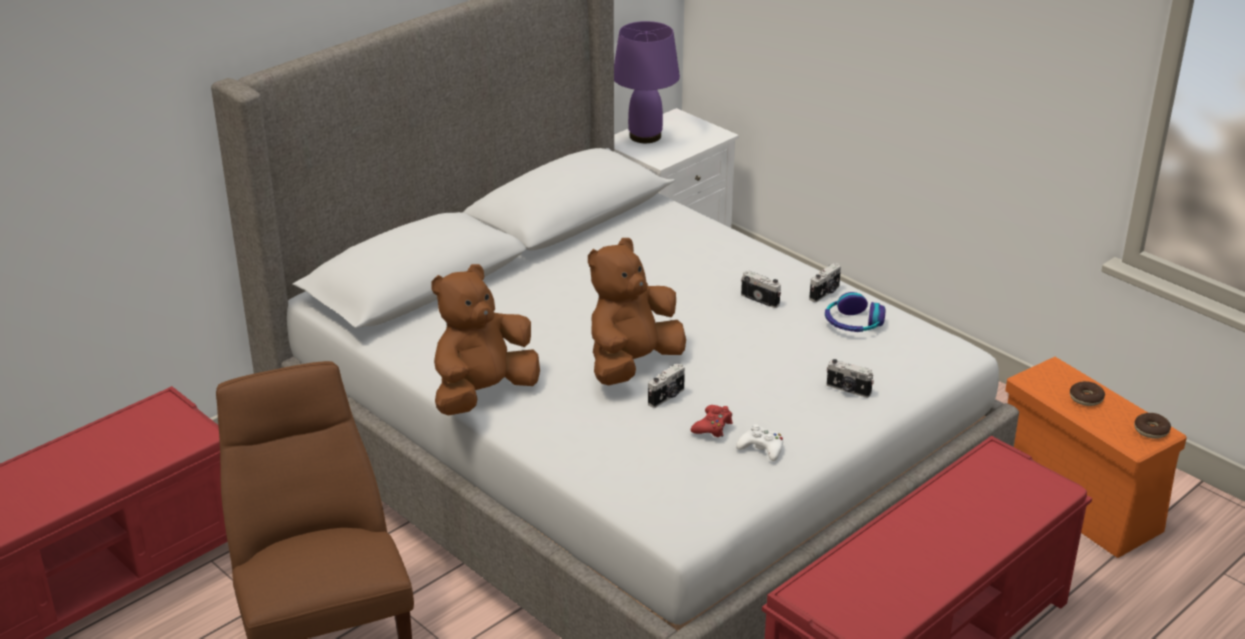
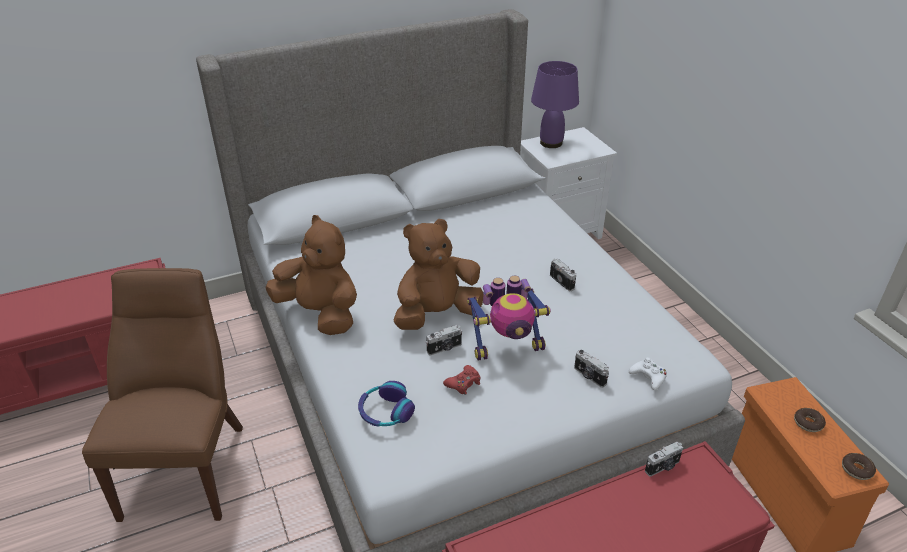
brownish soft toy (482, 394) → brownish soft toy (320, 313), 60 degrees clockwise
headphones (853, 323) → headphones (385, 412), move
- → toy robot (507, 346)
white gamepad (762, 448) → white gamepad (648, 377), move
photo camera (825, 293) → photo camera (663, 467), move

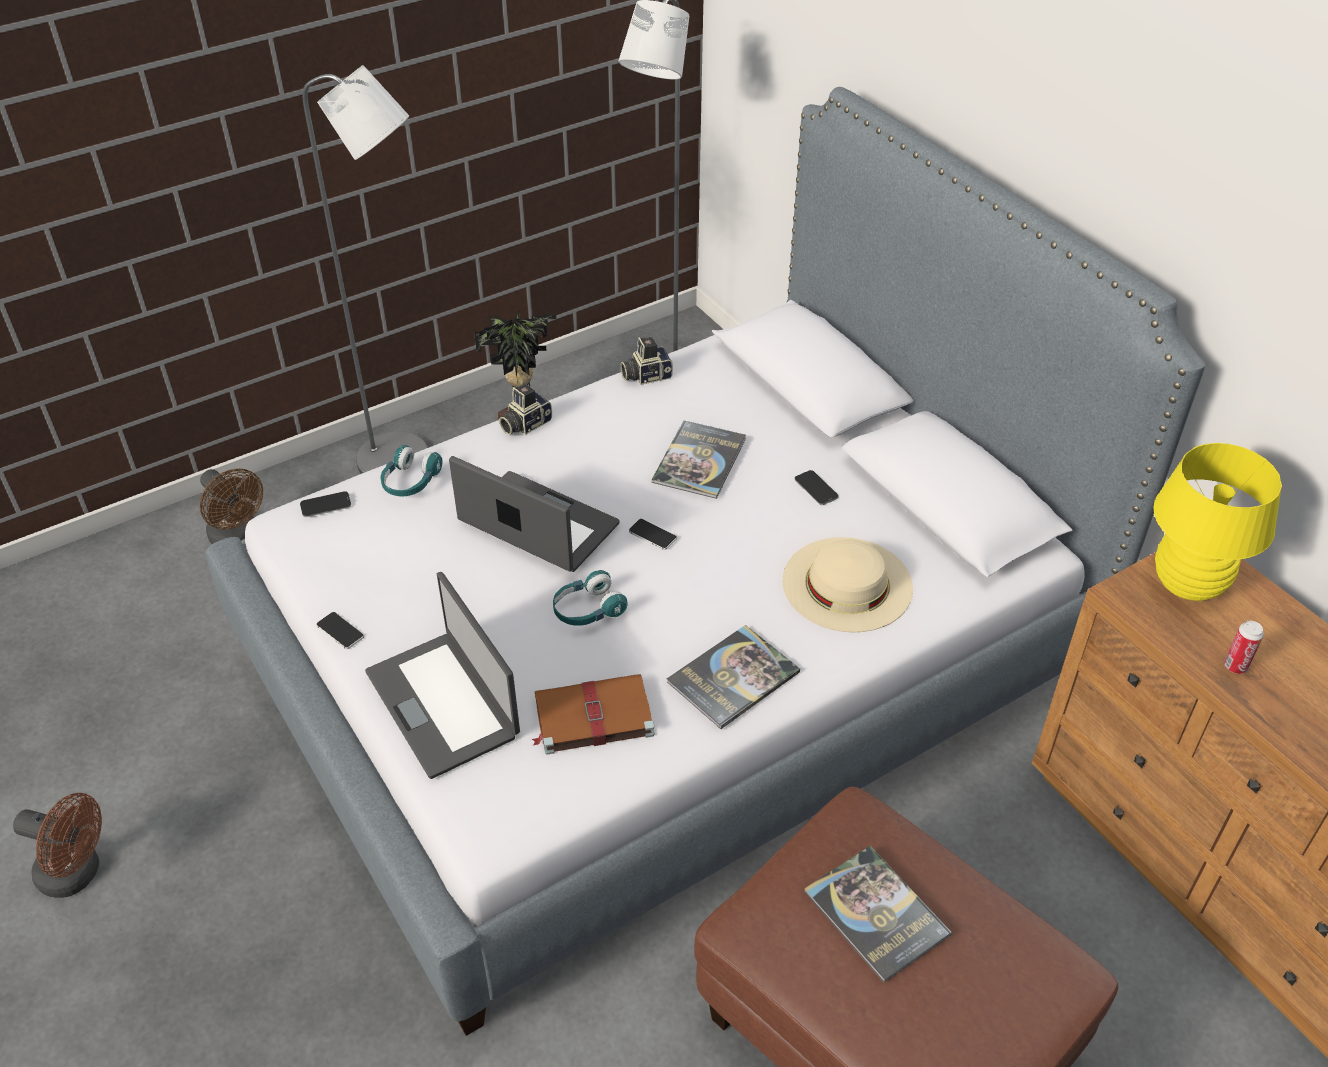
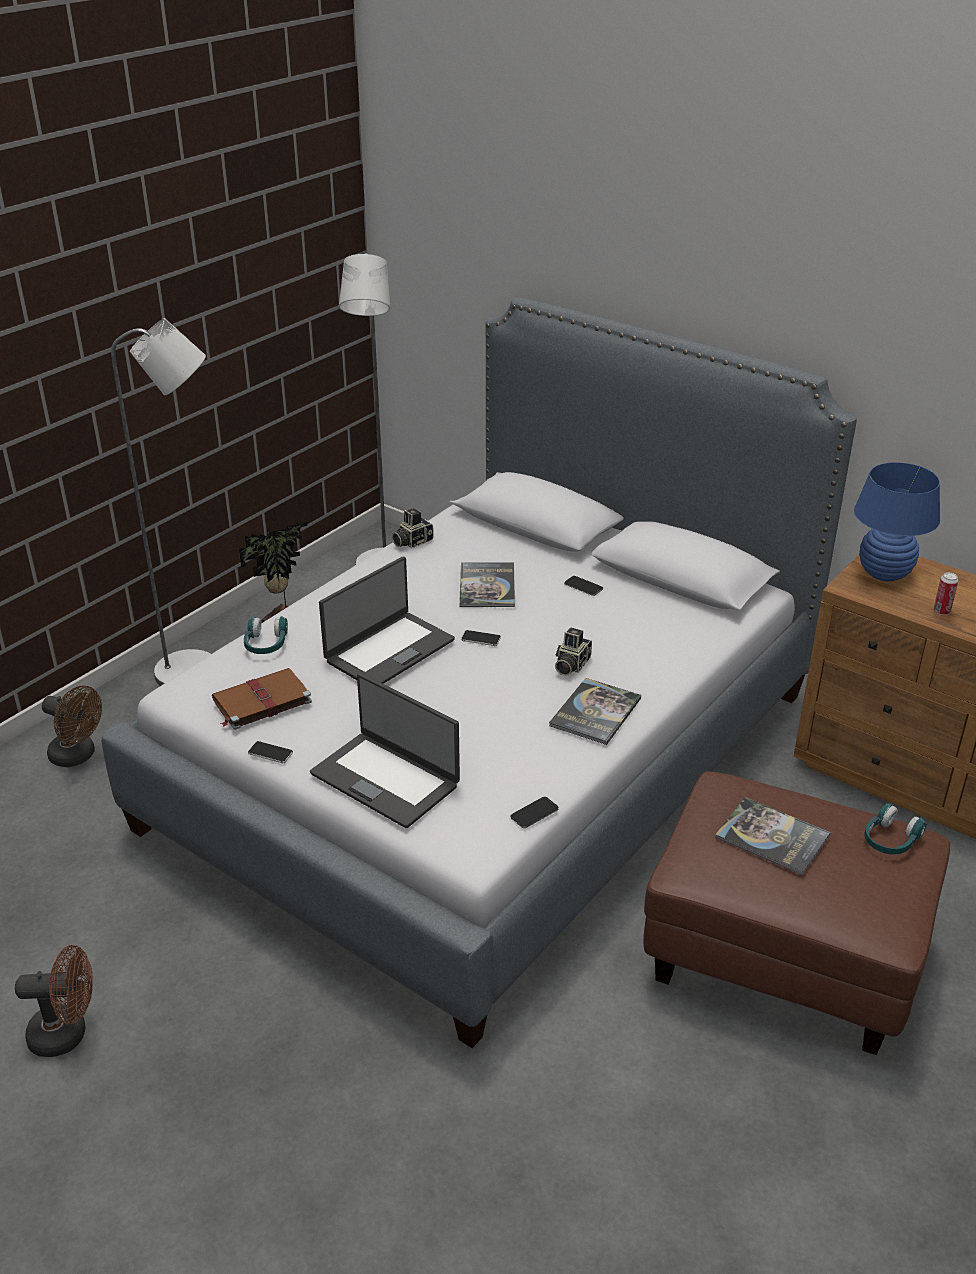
brownish volume (591, 716) → brownish volume (260, 701), move
portable computer (537, 525) → portable computer (388, 650), 120 degrees clockwise
handset (326, 505) → handset (534, 813), move
photo camera (524, 424) → photo camera (570, 665), move
yellow table lamp (1188, 584) → blue table lamp (884, 574)
turquoise headphones (587, 610) → turquoise headphones (890, 840), move
beige clothing hat (847, 584) → -

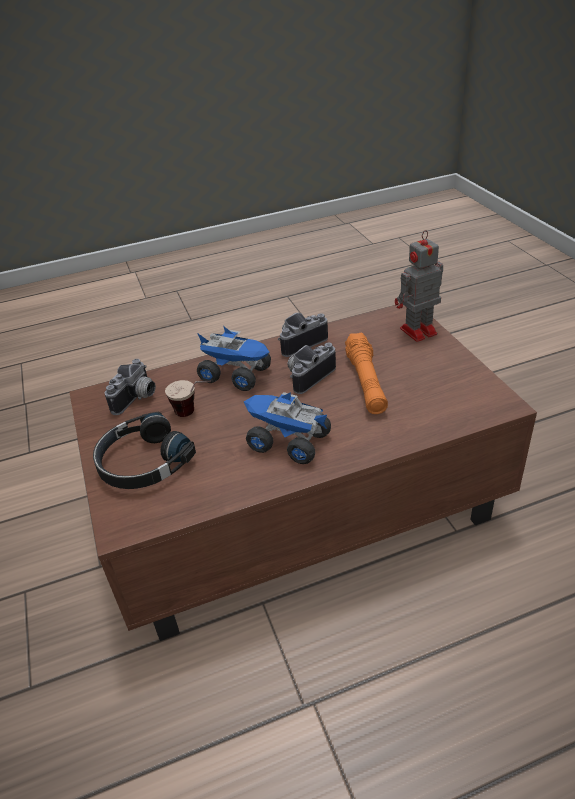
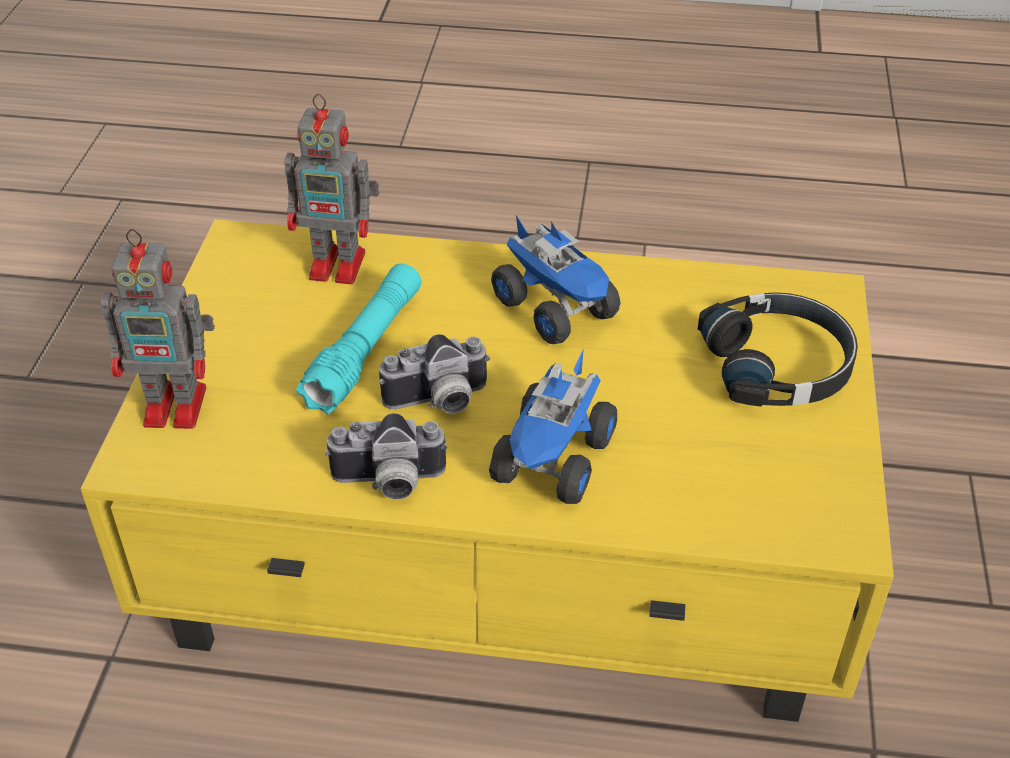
brownish lounge table (294, 505) → yellow lounge table (511, 546)
- → toy robot (341, 265)
orange-coloured torch (366, 382) → turquoise torch (365, 350)
model truck (237, 375) → model truck (554, 461), 120 degrees counterclockwise
photo camera (137, 399) → -
small cup (194, 414) → -

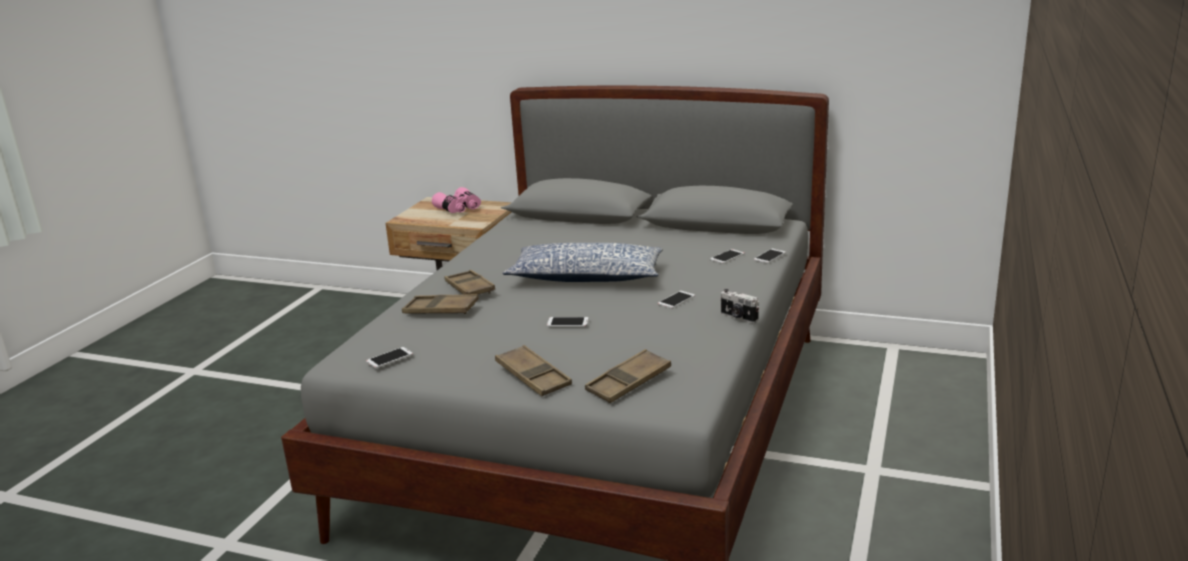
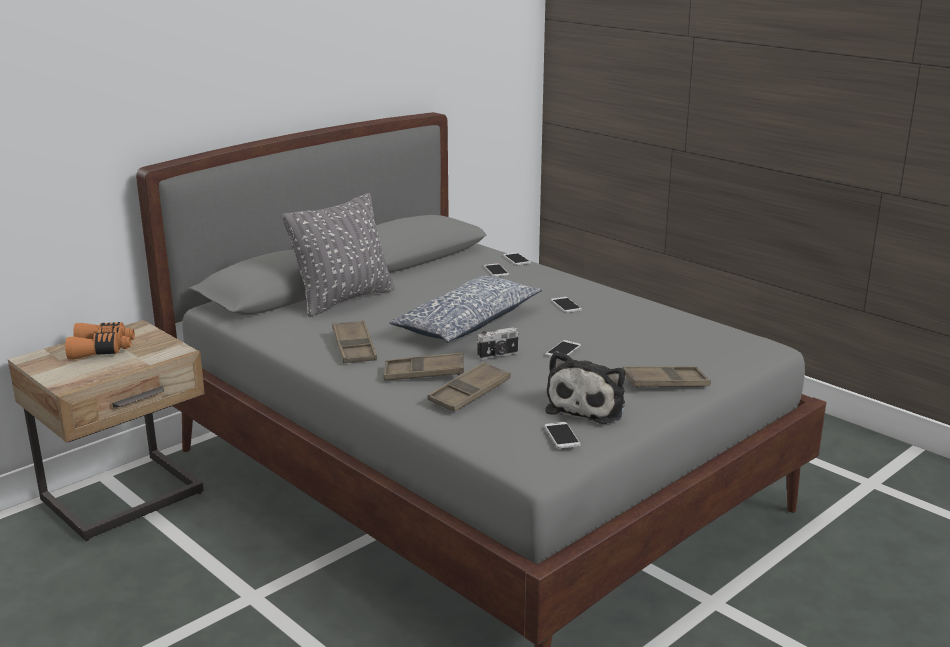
pink-coloured field glasses (459, 209) → orange-coloured field glasses (102, 349)
- → grey cushion (344, 299)
brownish serving tray (628, 382) → brownish serving tray (354, 347), move
photo camera (738, 317) → photo camera (498, 355), move
- → soft toy (588, 406)

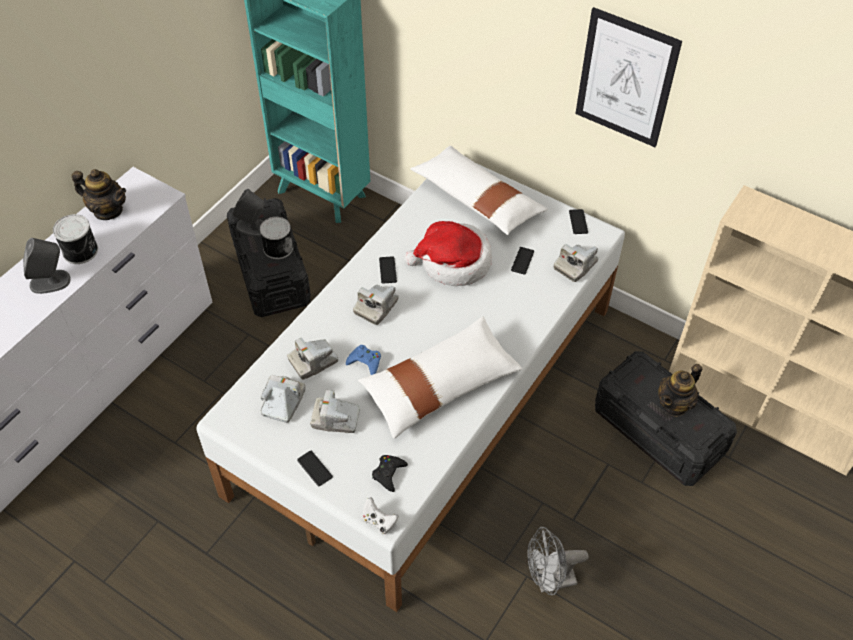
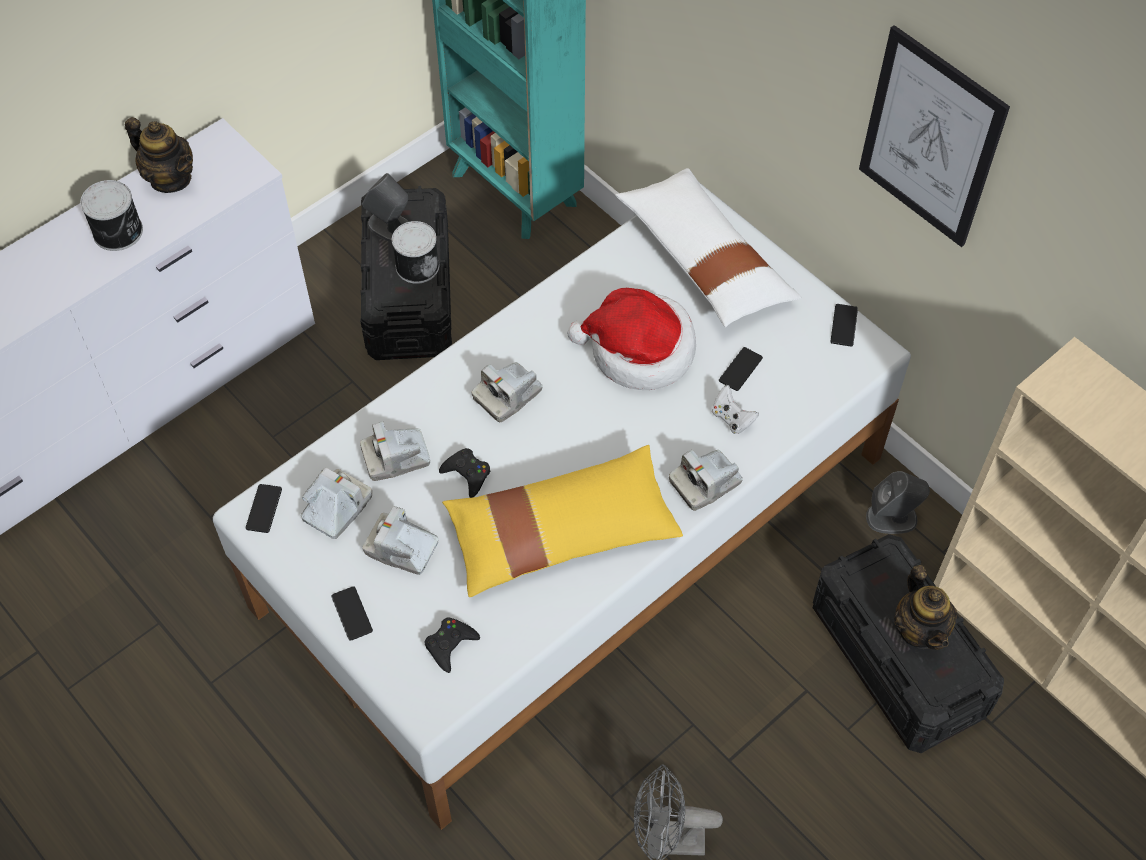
handset (388, 270) → handset (264, 509), move
blue gamepad (365, 362) → blackish gamepad (467, 474)
white cushion (440, 385) → yellow cushion (561, 532)
photo camera (575, 265) → photo camera (705, 483), move
white gamepad (379, 521) → white gamepad (732, 418), move
grey audio speaker (50, 281) → grey audio speaker (892, 518), move
pot for tea (674, 404) → pot for tea (919, 630), 75 degrees counterclockwise

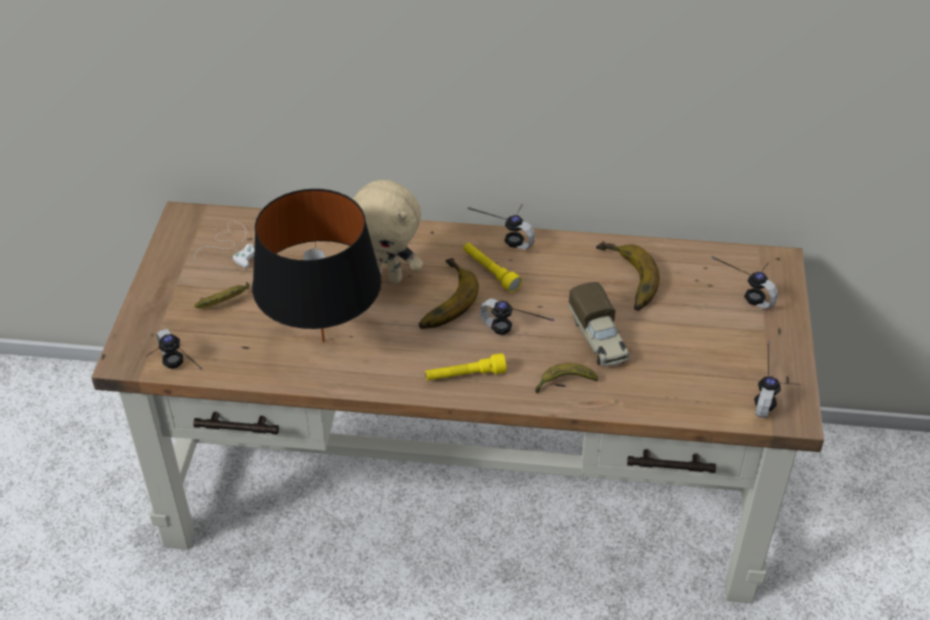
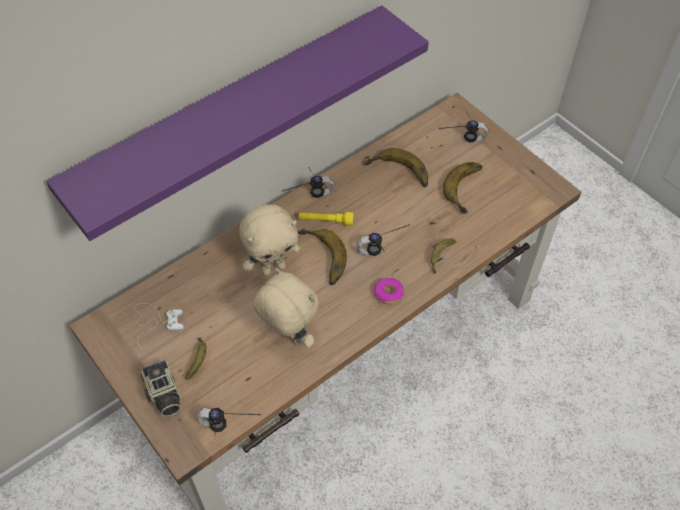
- → purple shelf (232, 112)
- → photo camera (163, 395)
blackish table lamp (323, 341) → beige soft toy (288, 337)
yellow torch (465, 376) → donut (388, 293)
- → banana (468, 189)
model truck (598, 339) → -
headphones (774, 398) → -

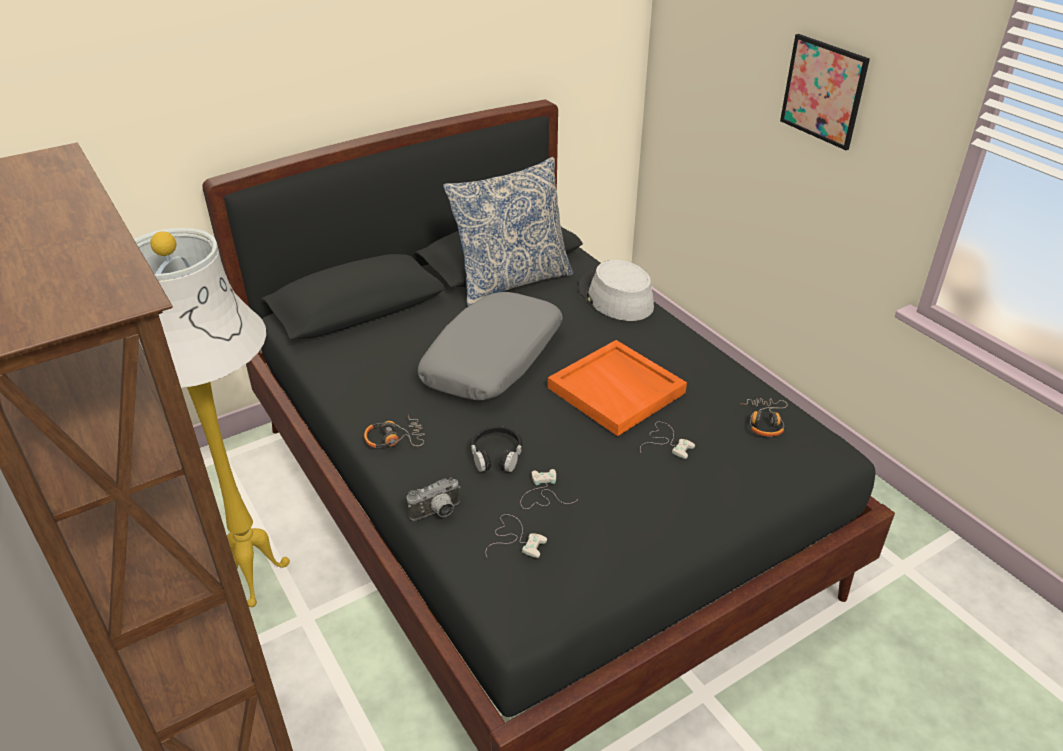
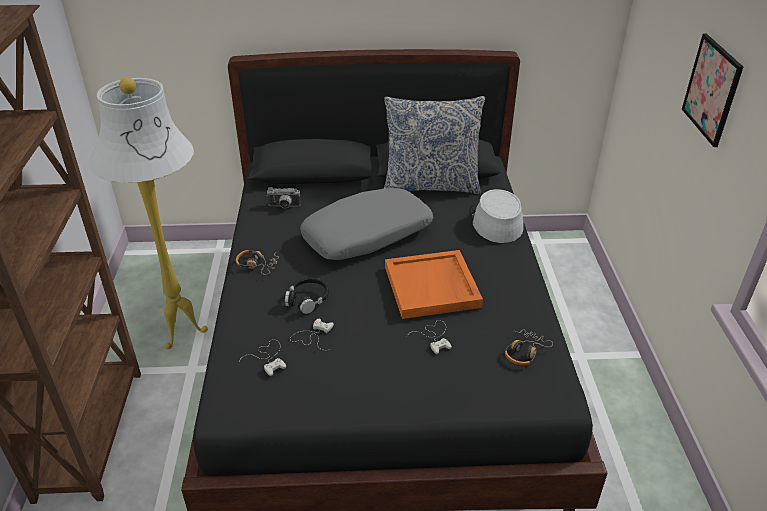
photo camera (437, 513) → photo camera (284, 207), move

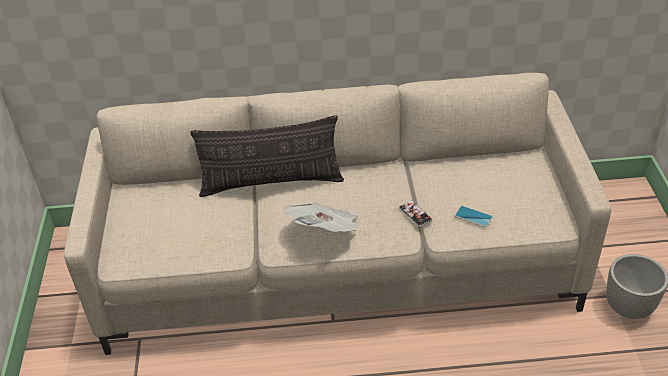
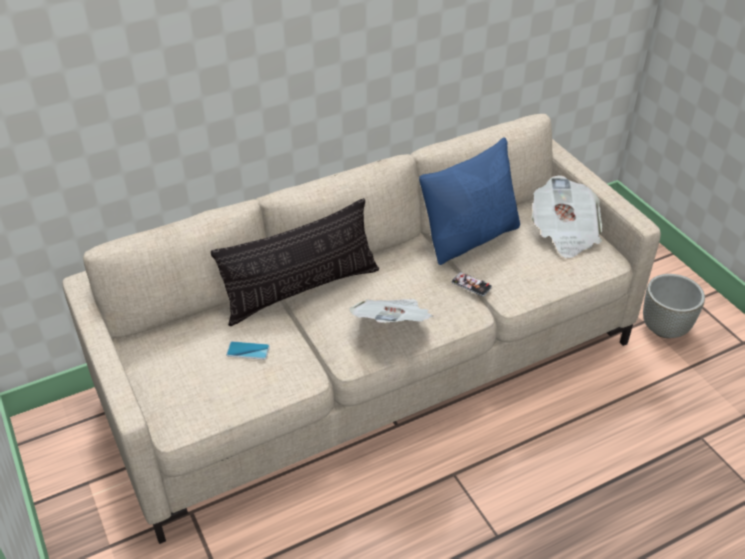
handset (473, 217) → handset (248, 351), move
- → blue cushion (470, 237)
- → newspaper (564, 233)

